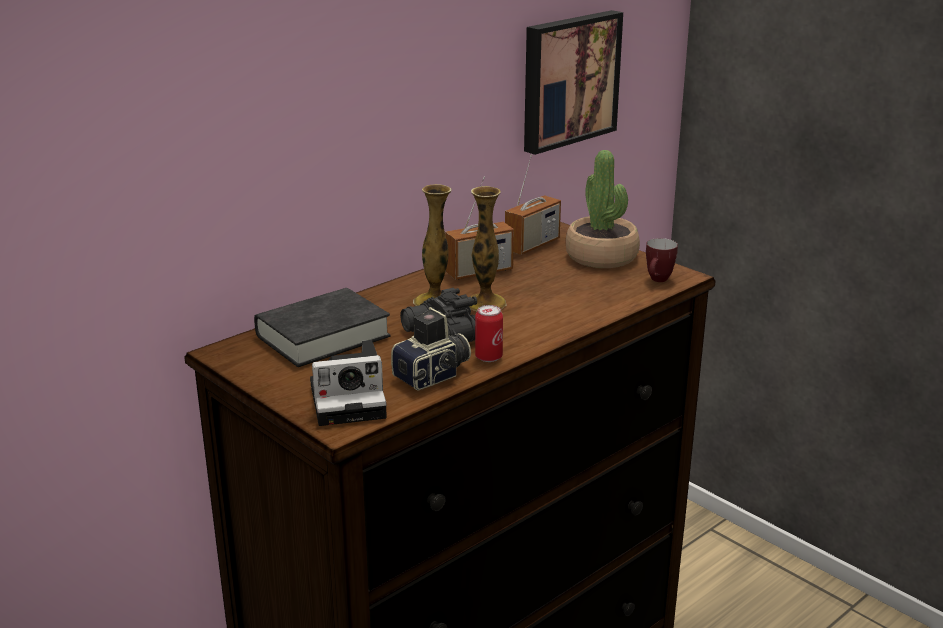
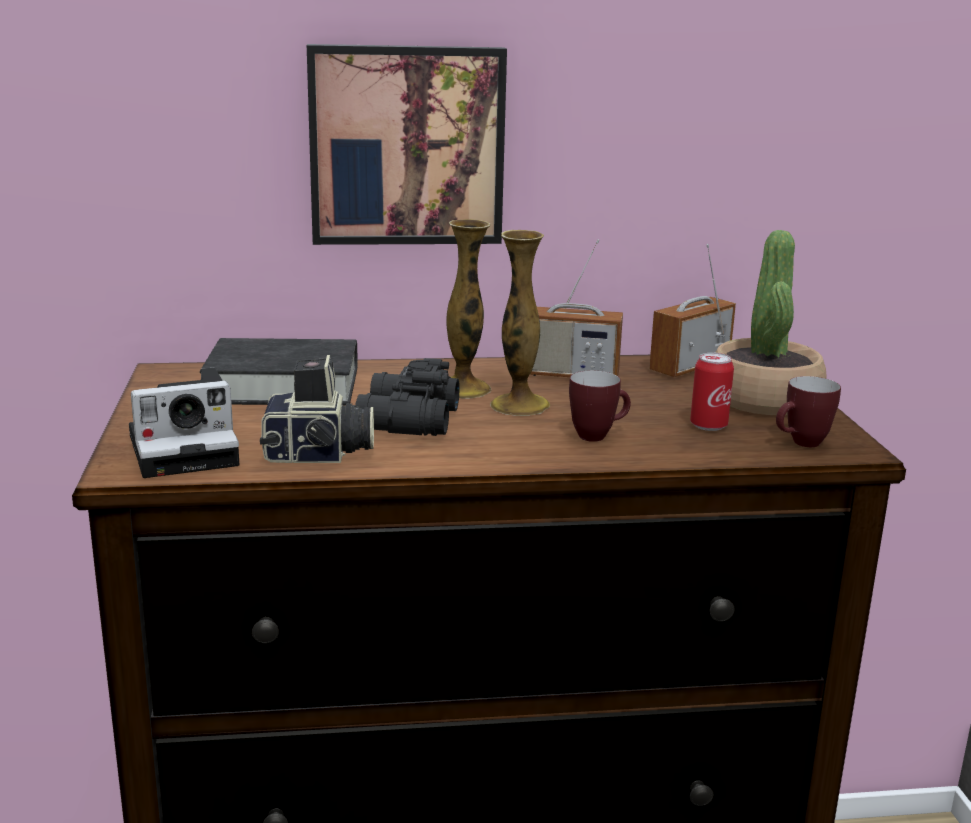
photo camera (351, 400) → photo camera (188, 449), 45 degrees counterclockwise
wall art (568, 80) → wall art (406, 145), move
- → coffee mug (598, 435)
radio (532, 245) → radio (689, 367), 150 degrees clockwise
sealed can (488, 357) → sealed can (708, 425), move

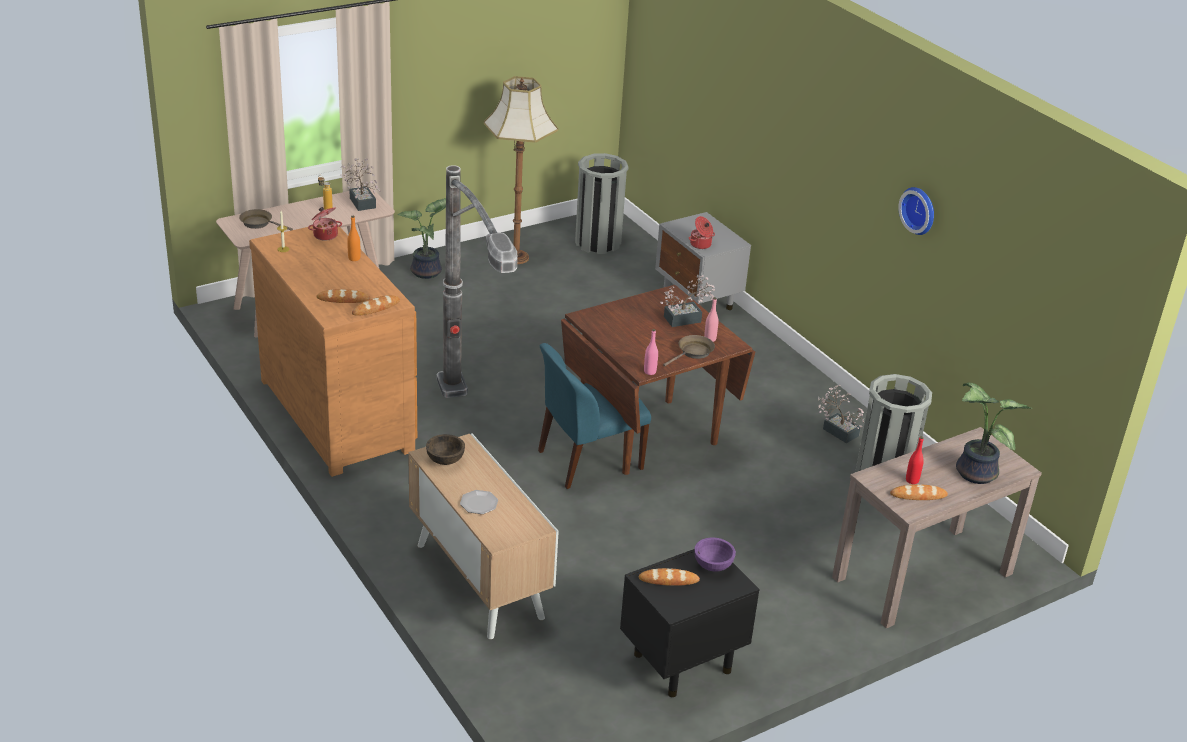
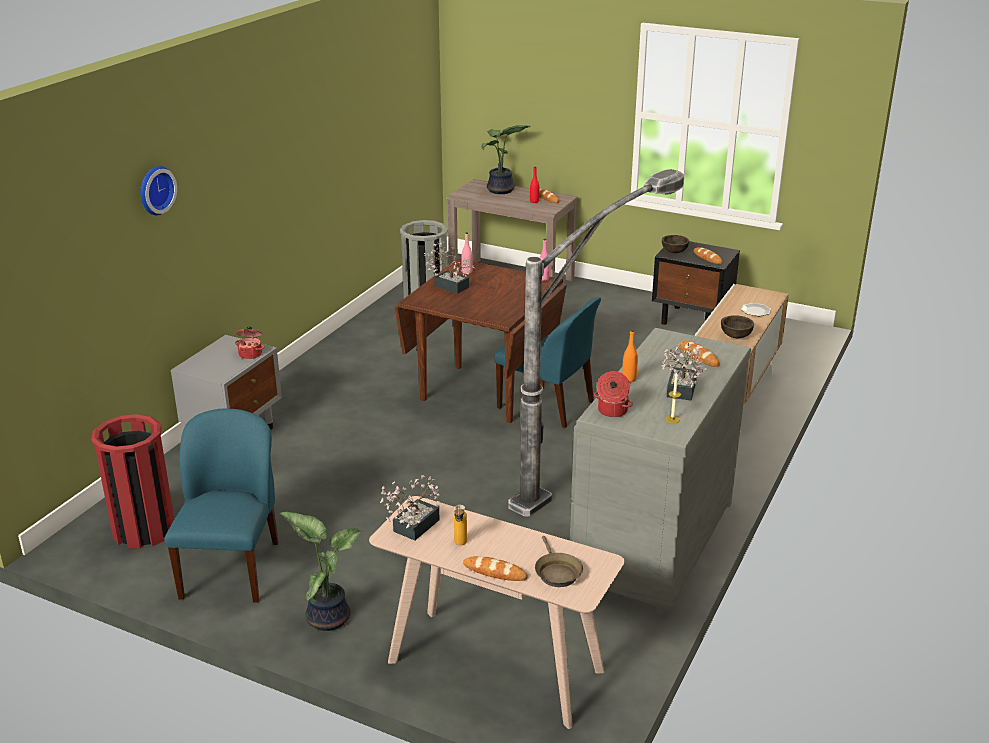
grey waste bin (598, 242) → reddish waste bin (144, 529)
hanging clock (920, 210) → hanging clock (154, 190), move
standing lamp (517, 258) → blue plain chair (231, 568)
bakery bread (376, 308) → bakery bread (495, 572), move
brownish dresser (339, 414) → grey dresser (650, 542)
purple bowl (713, 564) → brownish bowl (674, 251)
houseplant (837, 430) → houseplant (680, 392), move
brownish pan (693, 352) → -

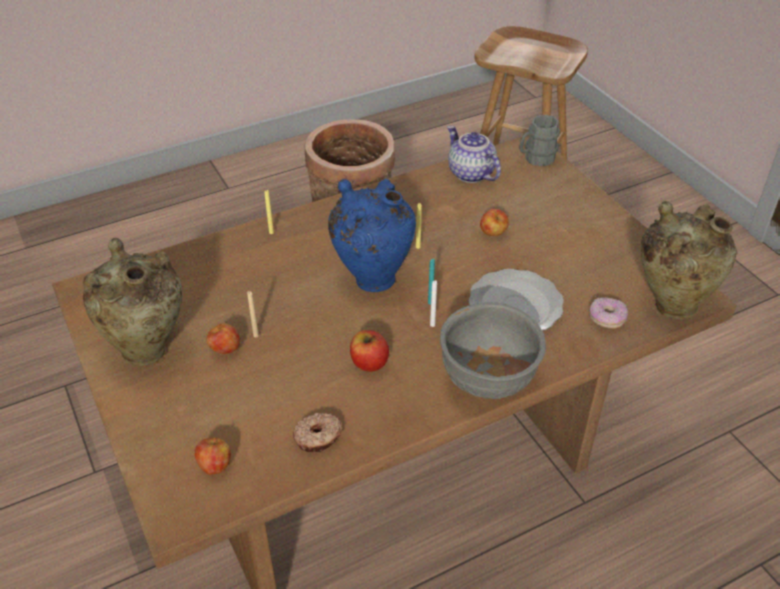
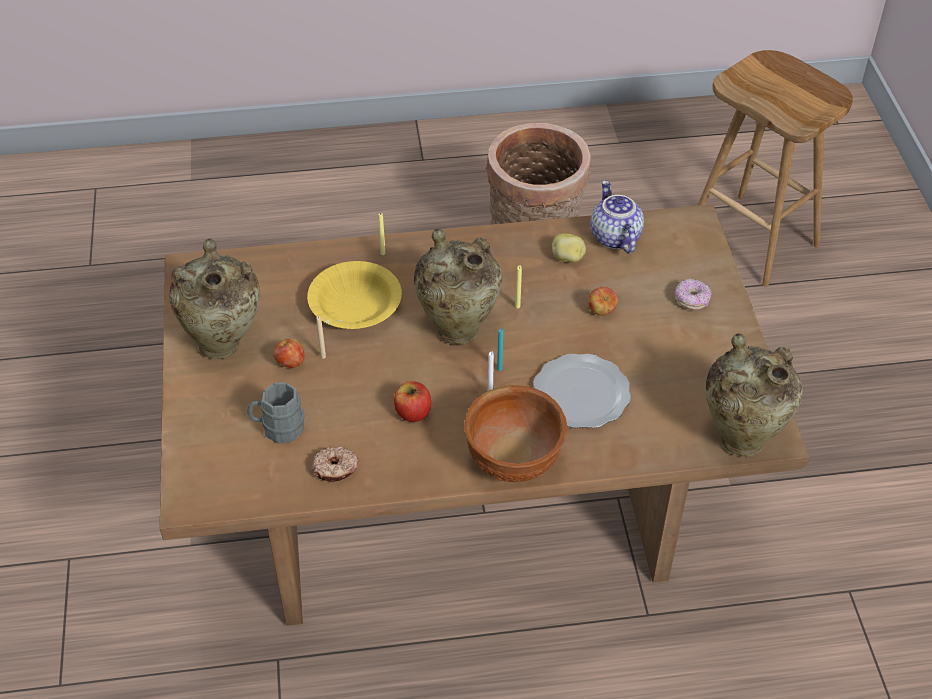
grey coffee mug (536, 158) → grey coffee mug (278, 428), move
- → yellow bowl (355, 306)
blue flower vase (373, 277) → beige flower vase (458, 327)
grey bowl (488, 381) → brownish bowl (513, 462)
- → spud (568, 258)
donut (606, 319) → donut (691, 300), move
apple (215, 465) → -

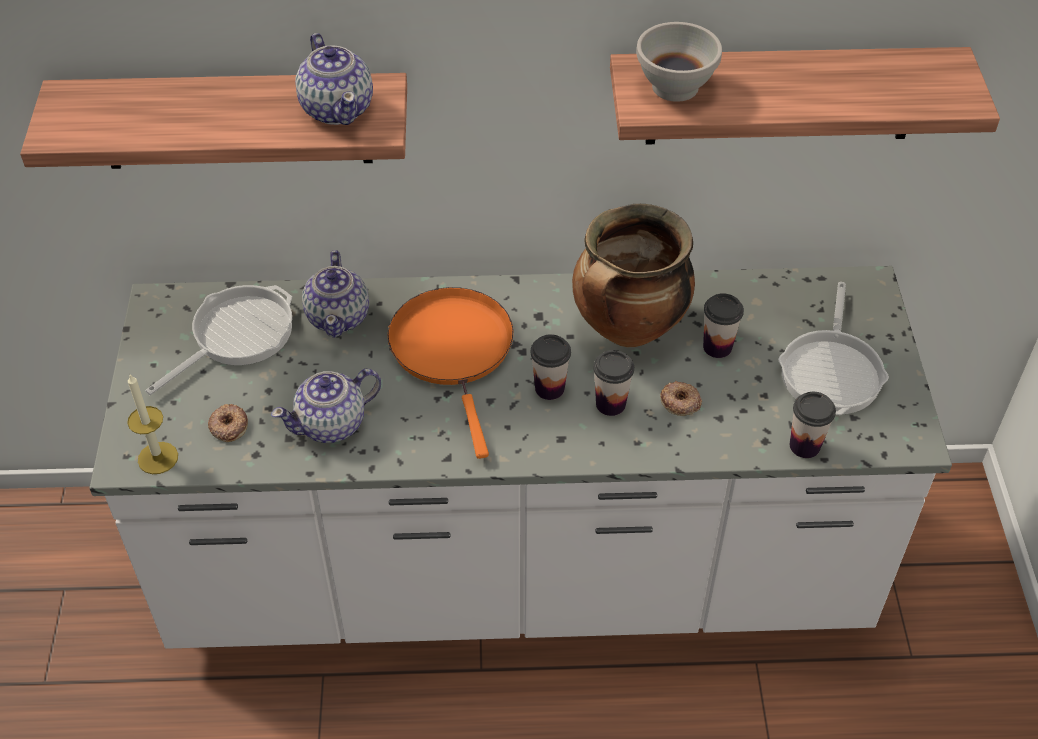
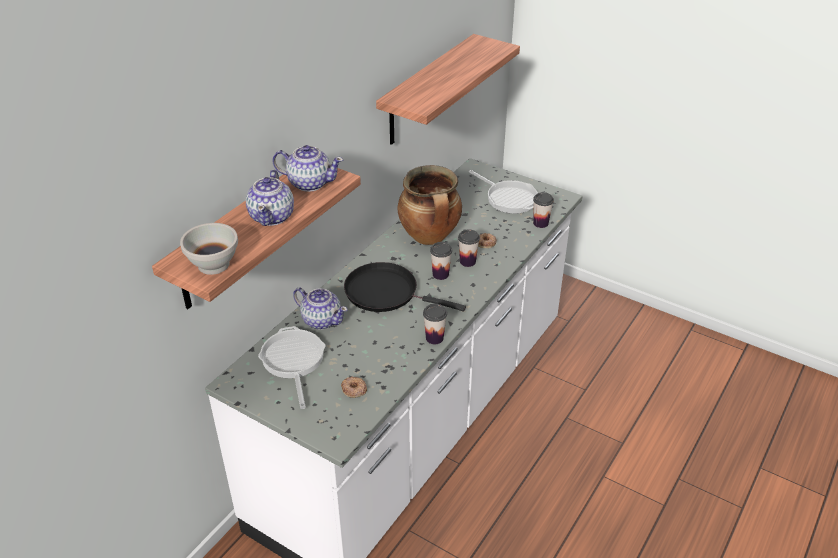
white bowl (676, 87) → white bowl (214, 264), move
pot for tea (332, 424) → pot for tea (272, 216), move
orange-coloured pan (454, 350) → blackish pan (386, 292)
small cup (717, 347) → small cup (434, 338), move
candle (158, 458) → -

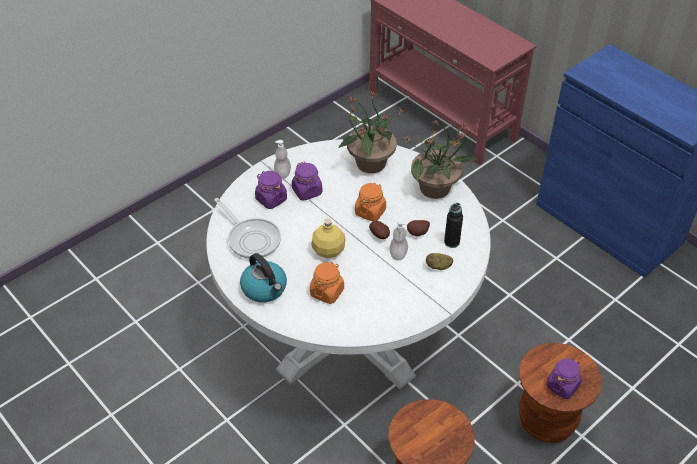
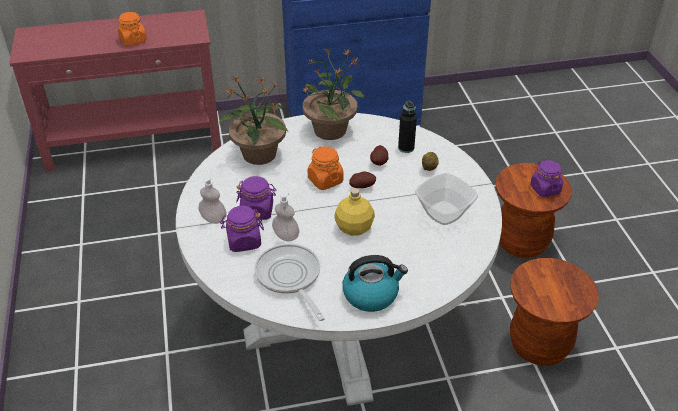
orange-coloured preserve jar (327, 292) → orange-coloured preserve jar (133, 40), move
pan (252, 239) → pan (290, 278), 105 degrees counterclockwise
soap dispenser (398, 254) → soap dispenser (286, 236), move
- → bowl (444, 212)

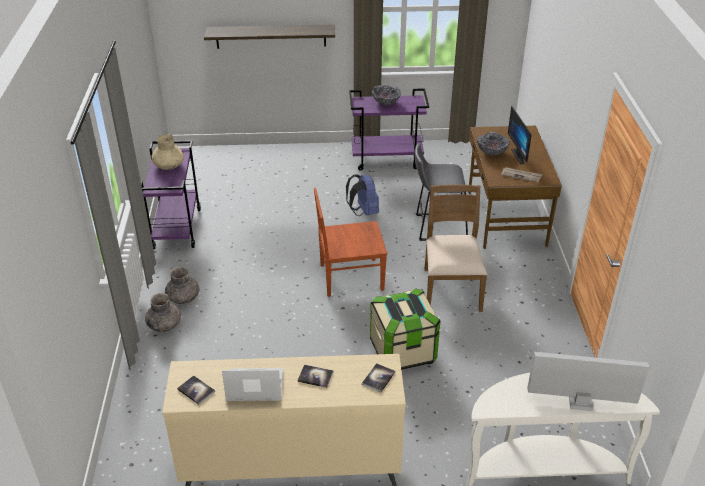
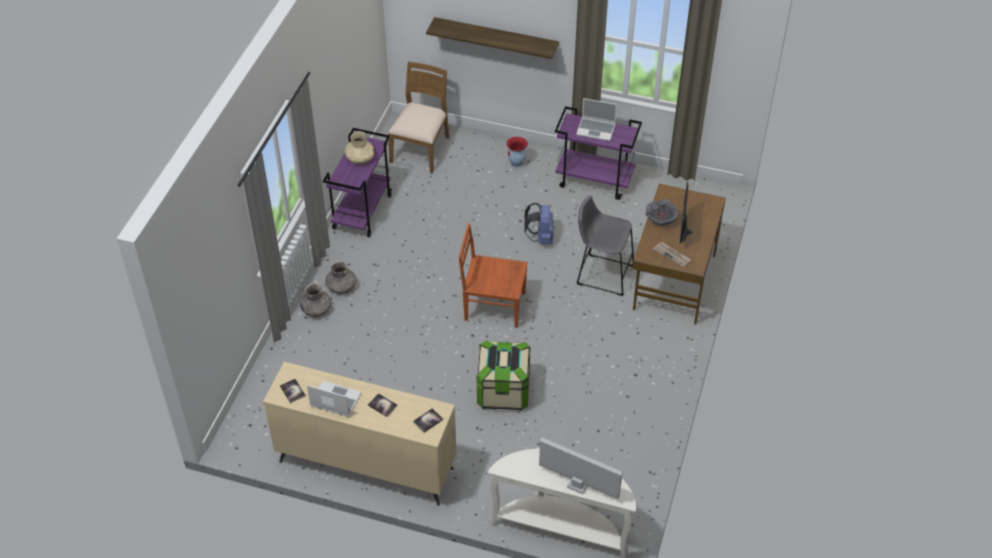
brownish plain chair (450, 289) → brownish plain chair (421, 149), move
- → flower vase (516, 164)
bowl (386, 103) → portable computer (596, 130)

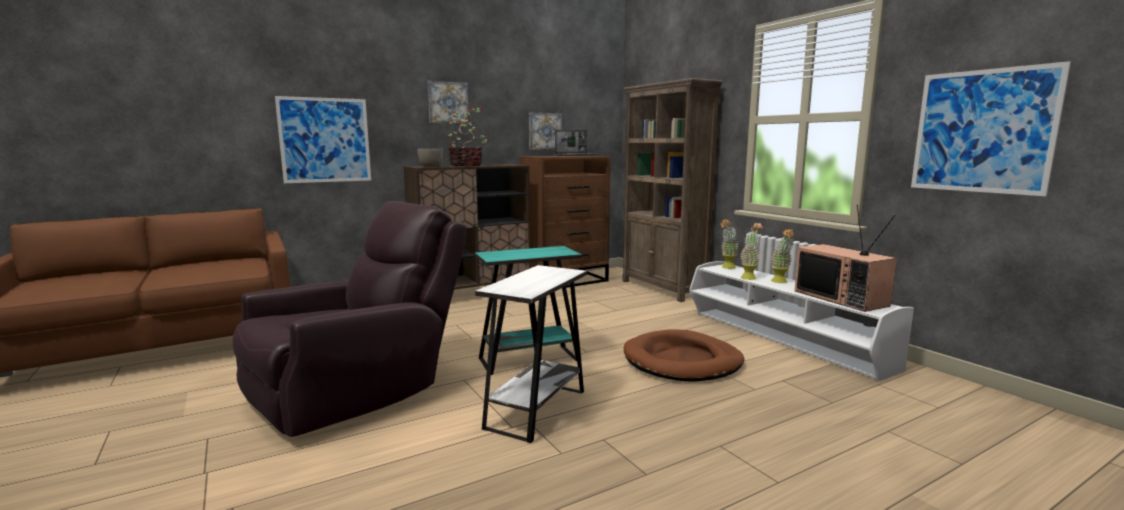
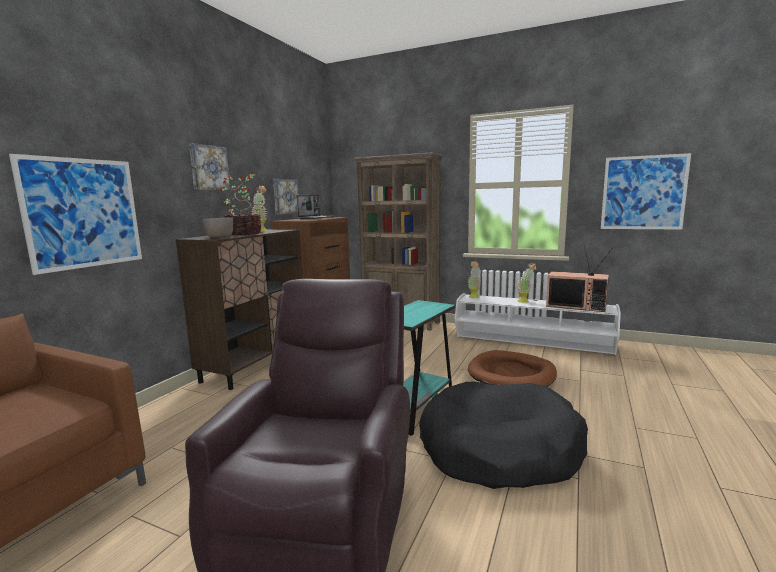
houseplant (749, 277) → houseplant (261, 231), move
white end table (536, 409) → blackish dog bed (499, 450)

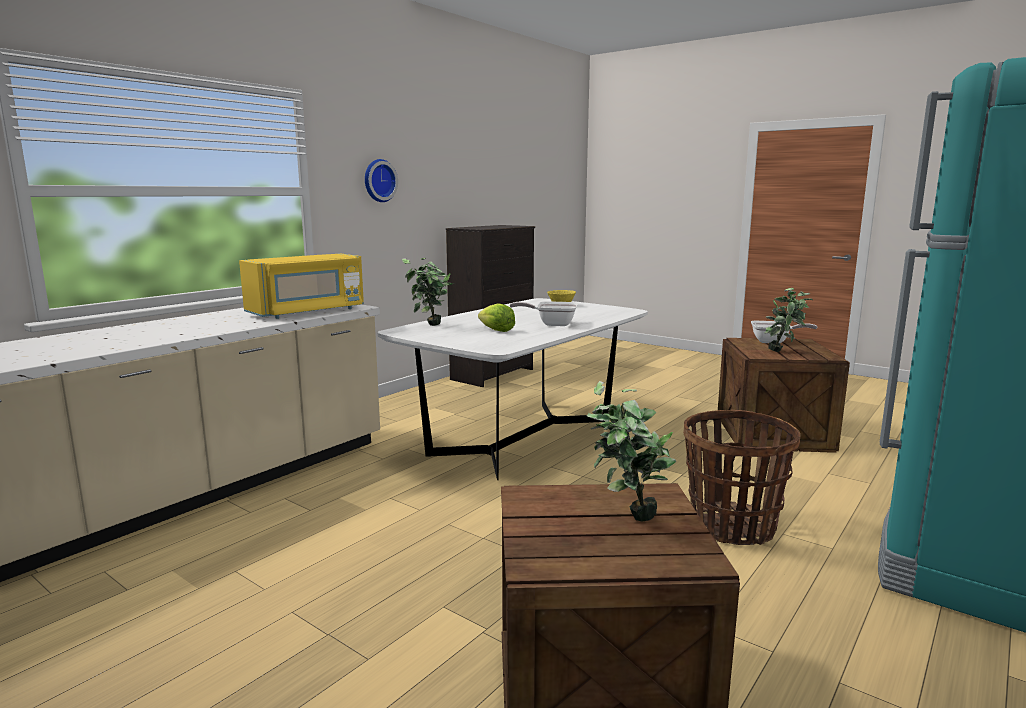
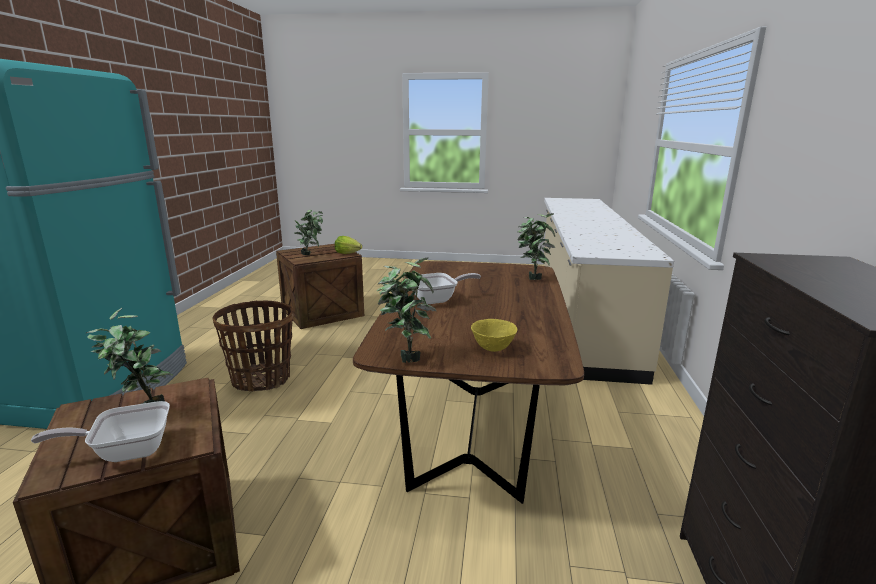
head of lettuce (496, 330) → head of lettuce (347, 253), move
white dinner table (522, 437) → brownish dinner table (473, 425)
- → houseplant (406, 356)
yellow kitchen microwave (307, 312) → -
hanging clock (378, 180) → -

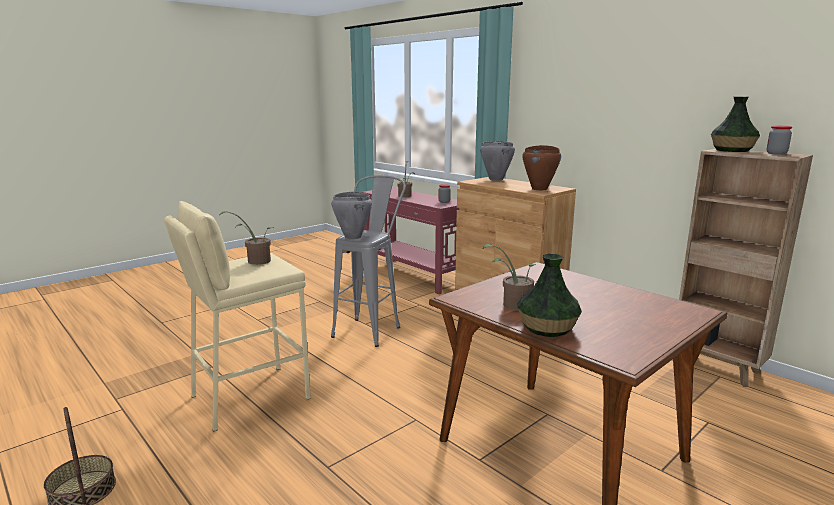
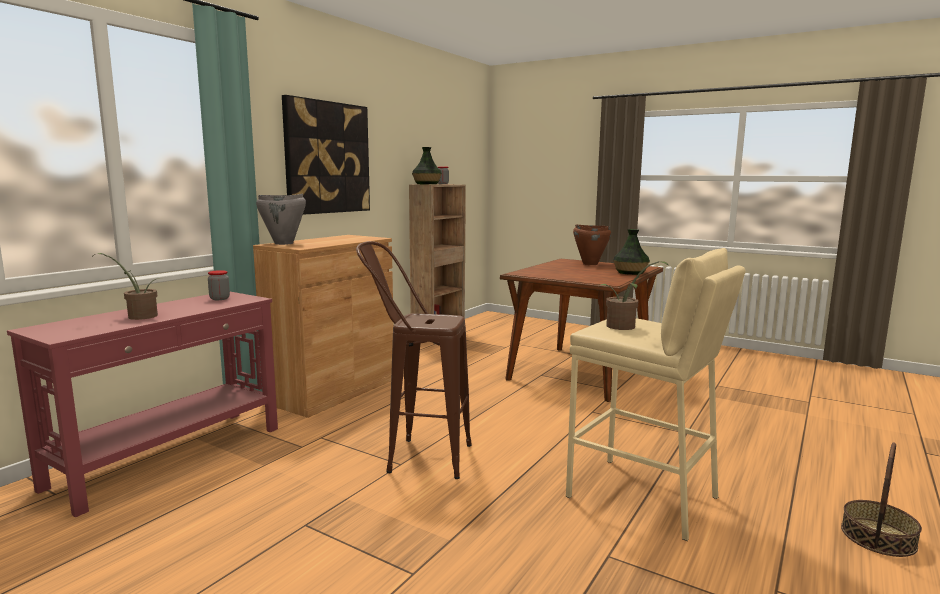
- → wall art (327, 158)
grey stool seat (371, 328) → brownish stool seat (416, 457)
brownish cooking pot (539, 189) → brownish cooking pot (590, 264), move
grey cooking pot (352, 237) → -
houseplant (512, 305) → -

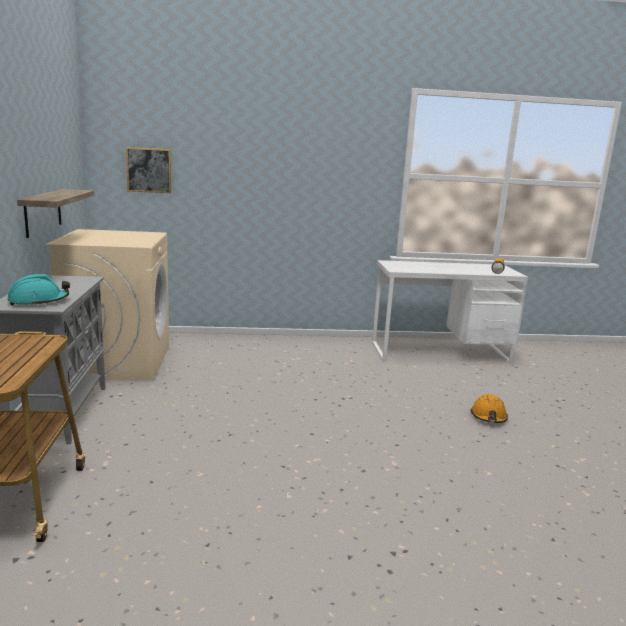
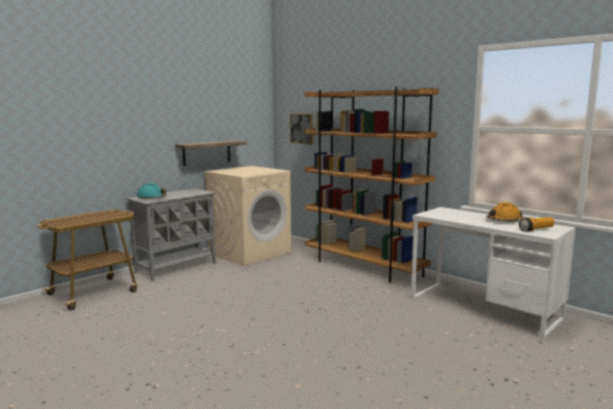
- → brownish bookshelf (363, 267)
orange-coloured safety helmet (488, 417) → orange-coloured safety helmet (503, 220), move

